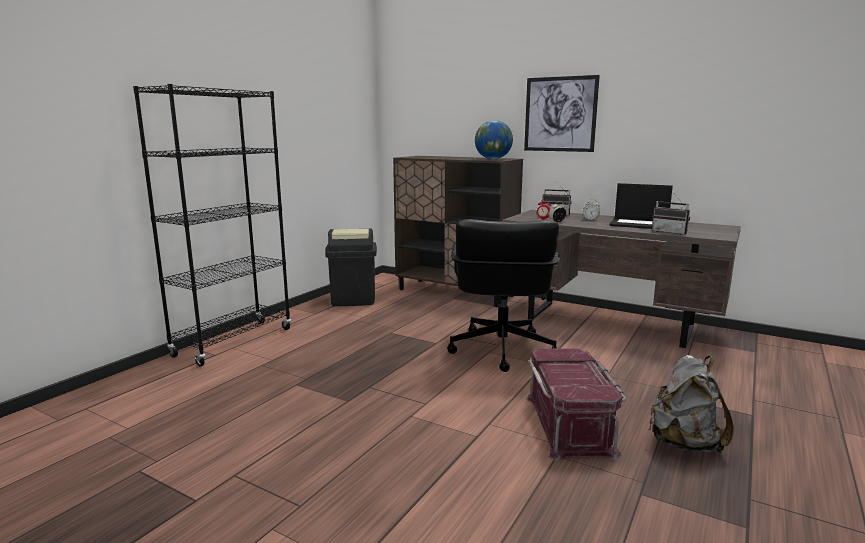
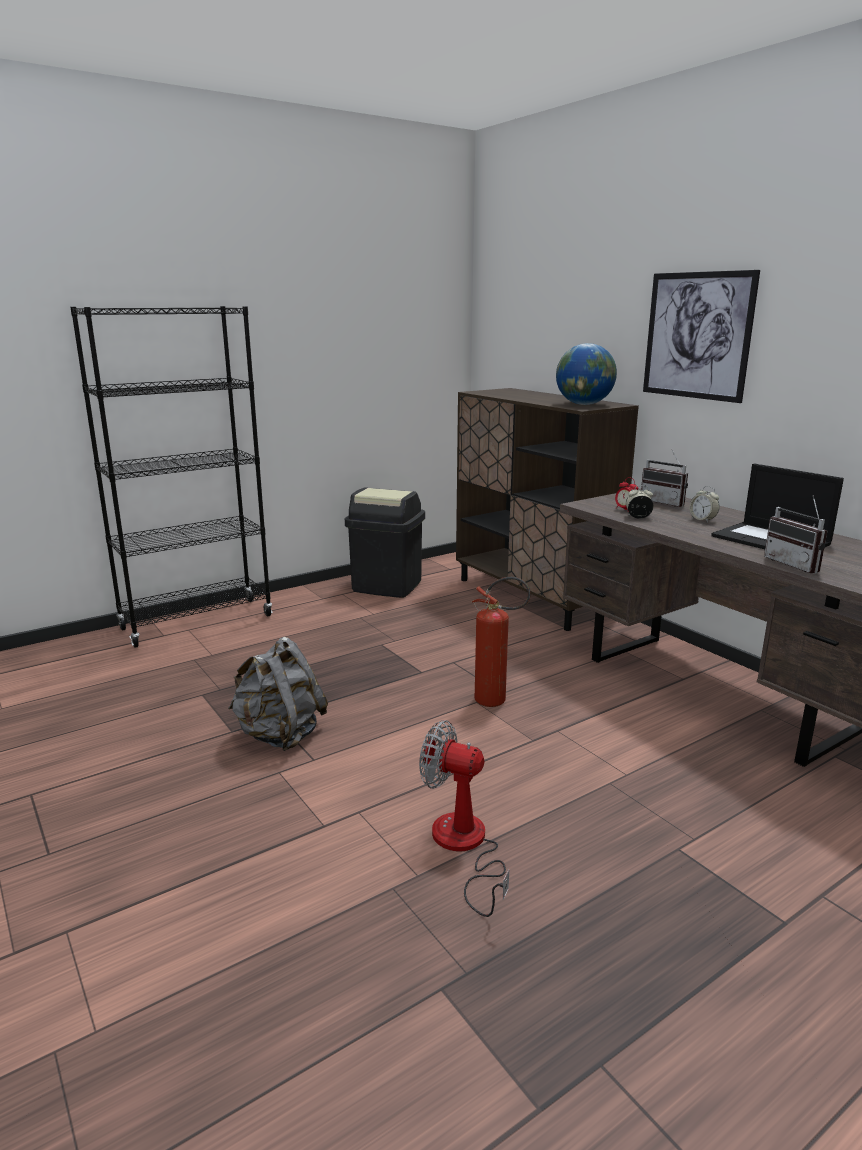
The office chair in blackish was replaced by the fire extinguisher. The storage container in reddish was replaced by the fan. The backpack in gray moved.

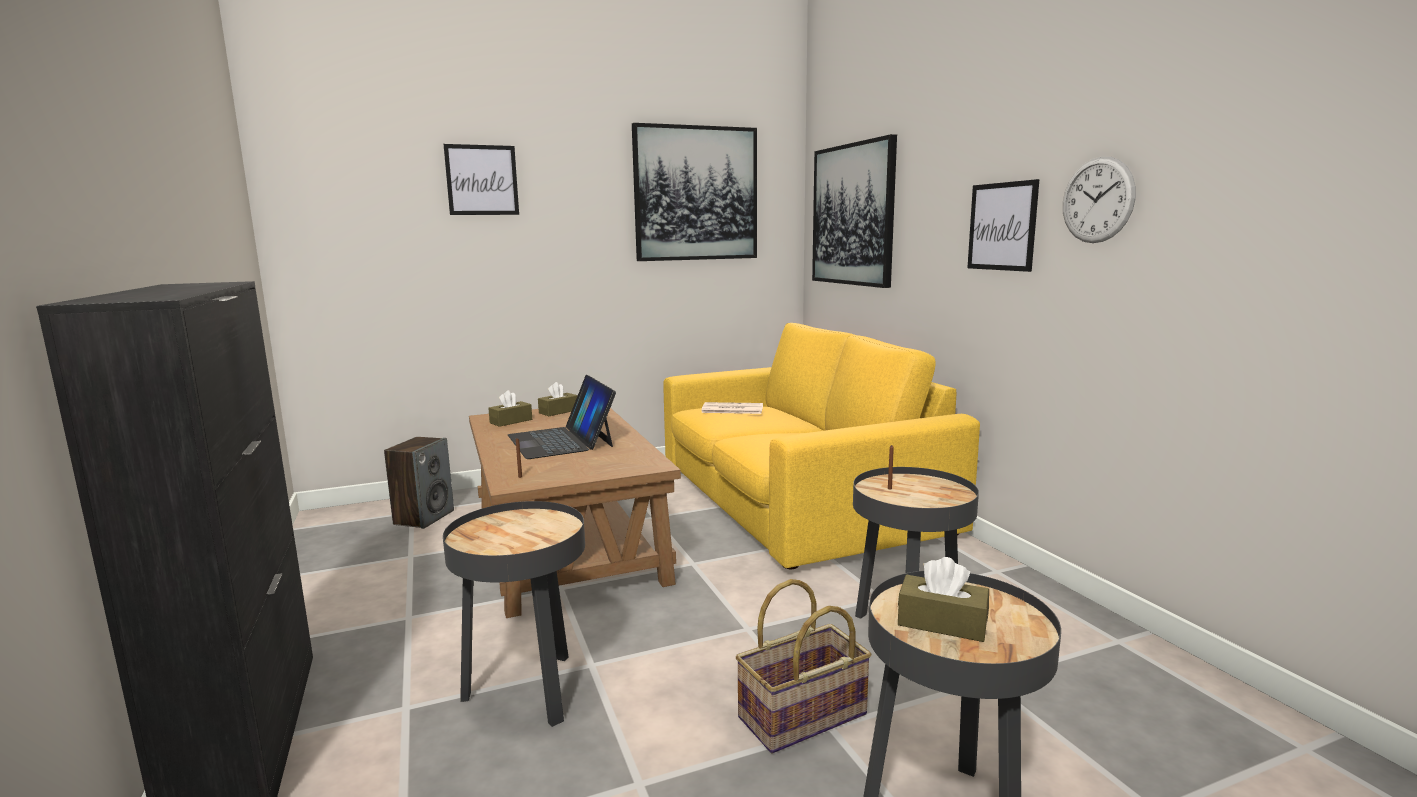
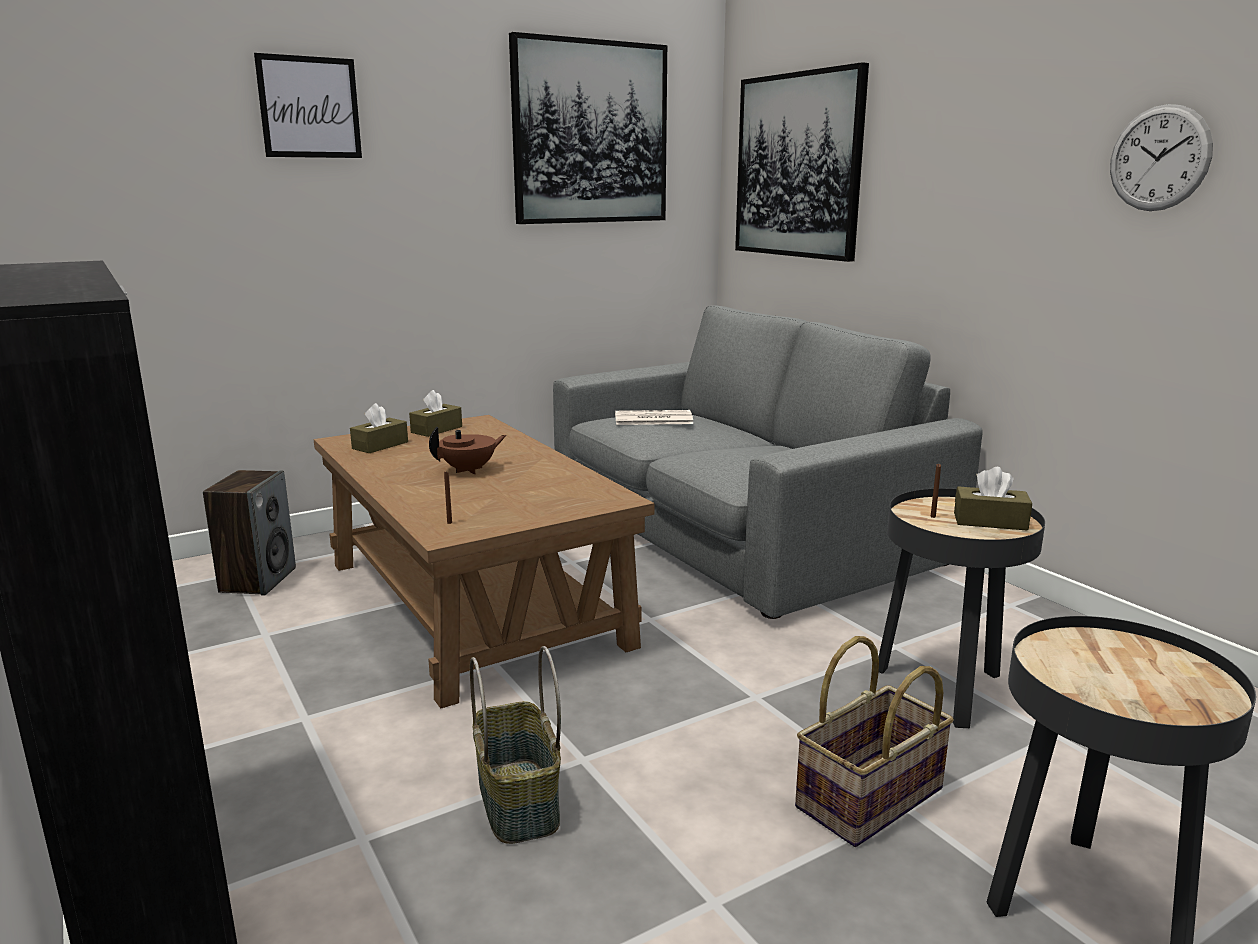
The wall picture (4th from left) disappeared. The settee in yellow-coloured became the settee in gray. The notebook computer was replaced by the tea pot in brown. The accent table in blackish (1st from left) was replaced by the basket (1st from left). The tissue box in brown (3rd from left) moved.

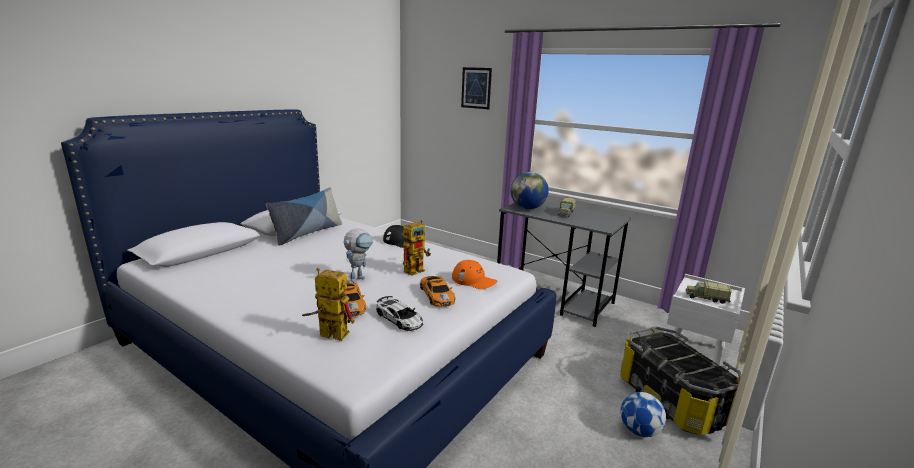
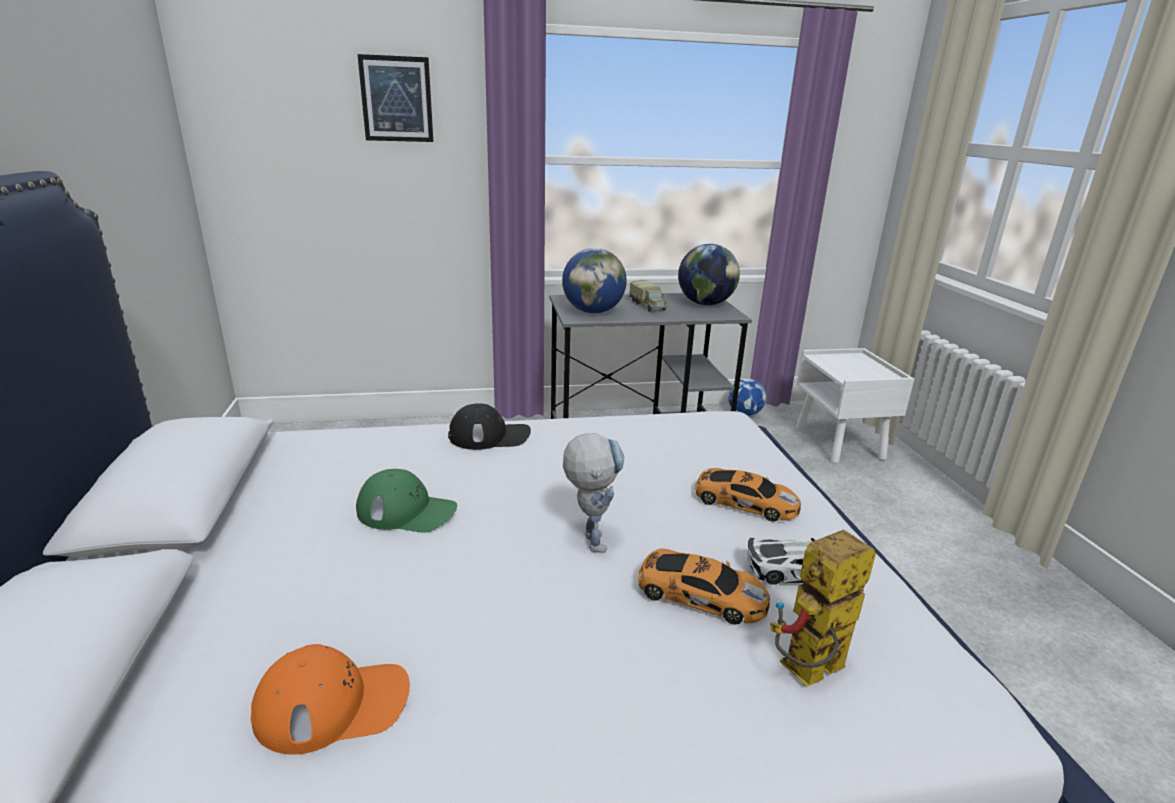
The throw pillow disappeared. The toy robot (3rd from left) disappeared. The peaked cap in orange-coloured moved. The toy truck (2nd from left) disappeared. The storage container disappeared. The football moved. The globe (2nd from left) appeared. The peaked cap in green-coloured appeared.

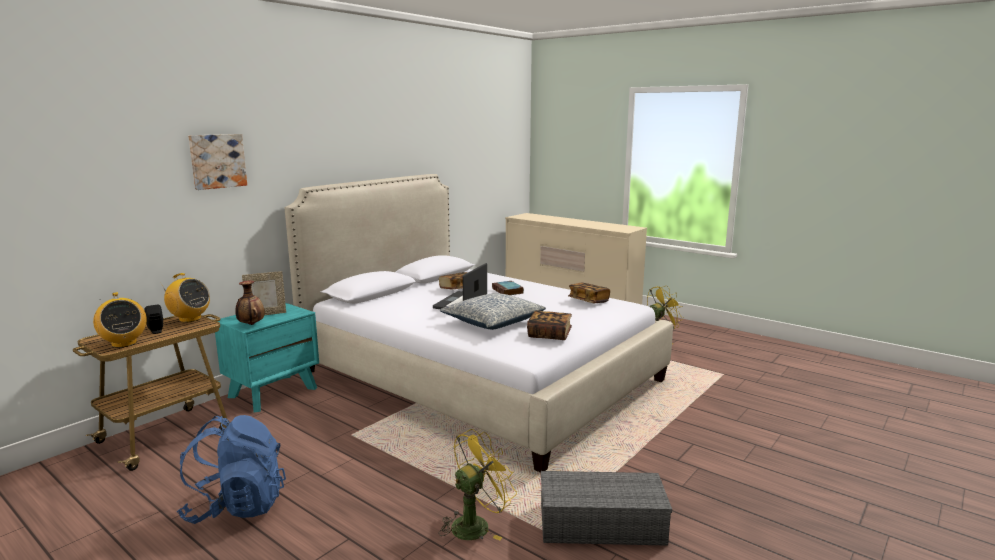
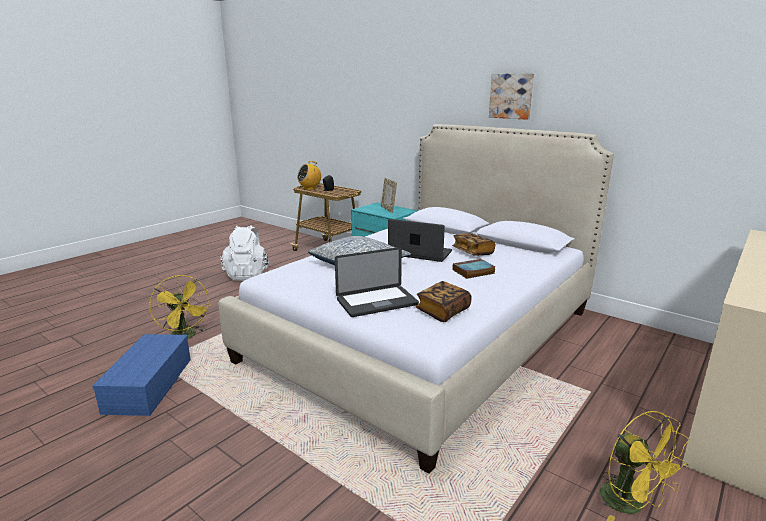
The wall picture moved. The radio set (2nd from left) disappeared. The flower vase disappeared. The volume (3rd from left) disappeared. The backpack in blue became the backpack in white. The storage container in gray became the storage container in blue. The notebook computer (1st from left) appeared.

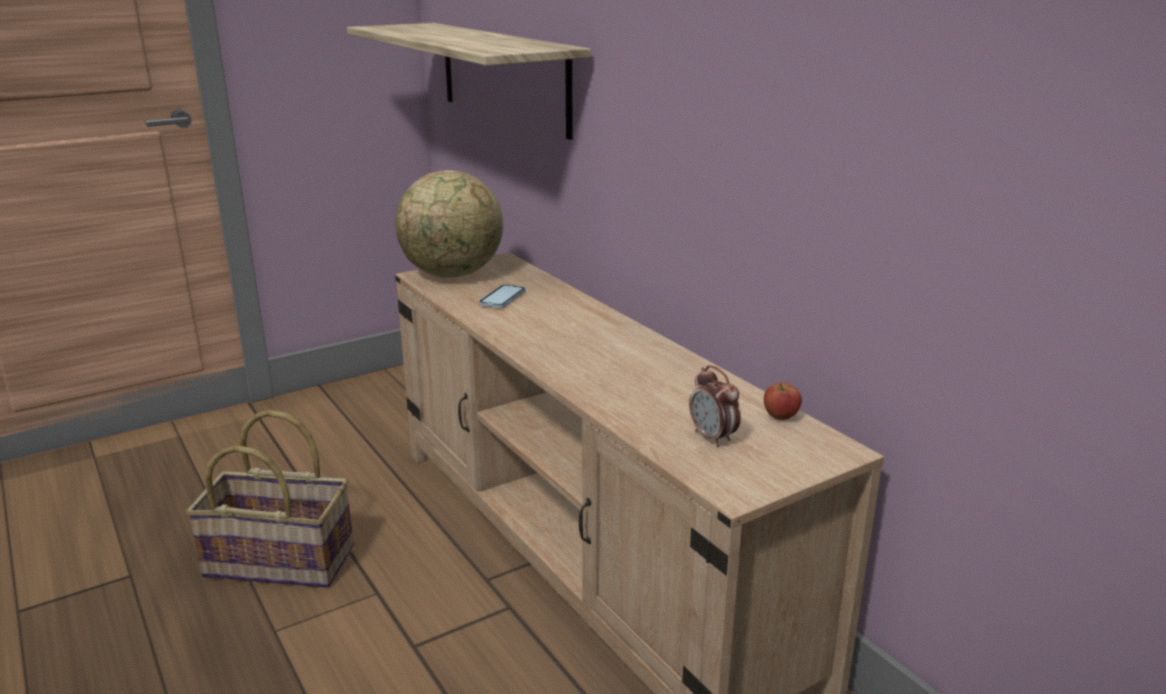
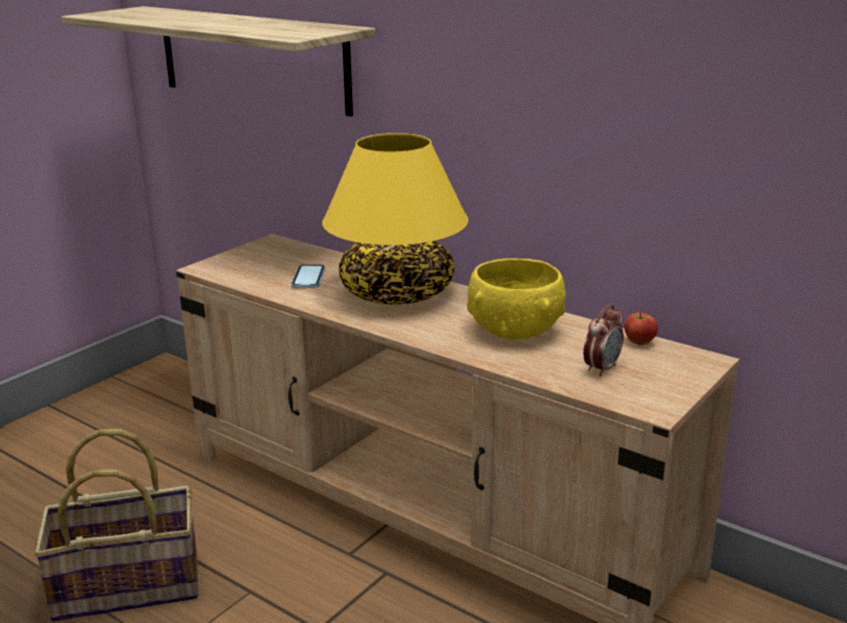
The globe disappeared. The table clock turned 90 degrees counterclockwise. The lamp for a table in yellow-coloured appeared. The bowl in yellow-coloured appeared.

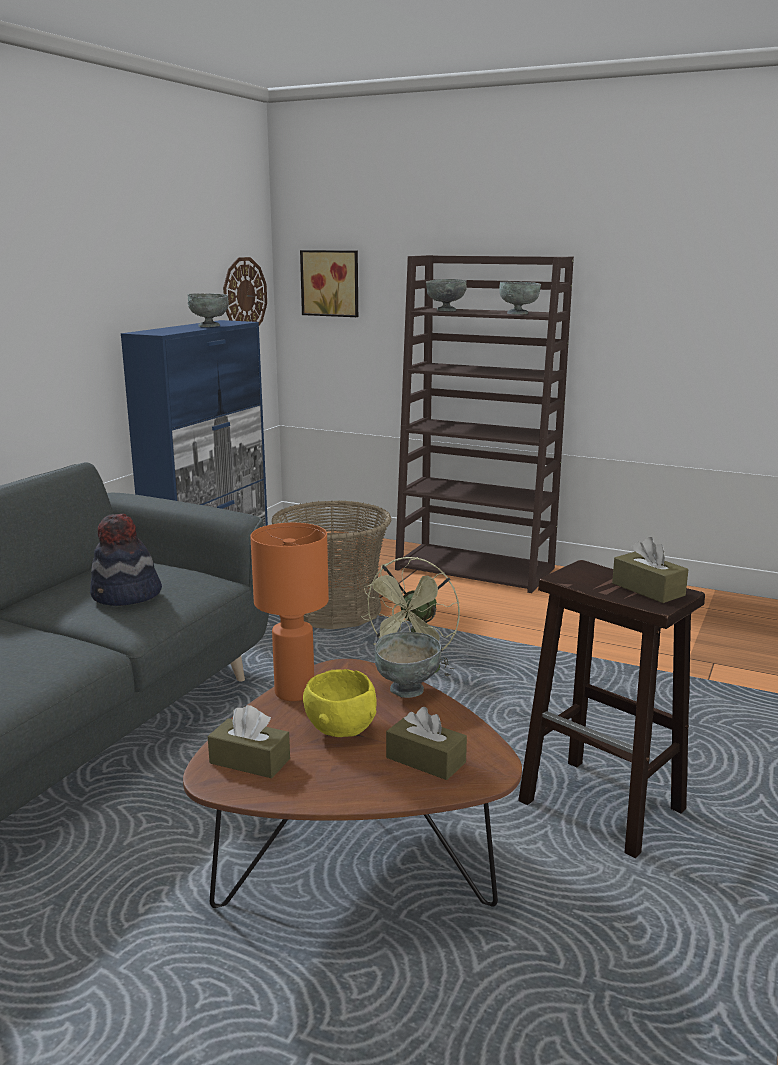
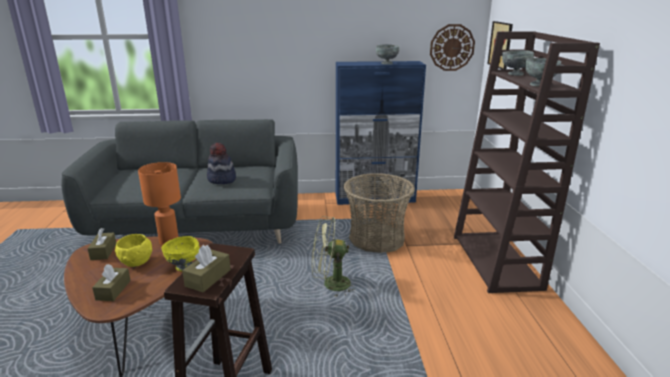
The bowl in gray (2nd from left) became the bowl in yellow-coloured (2nd from left).

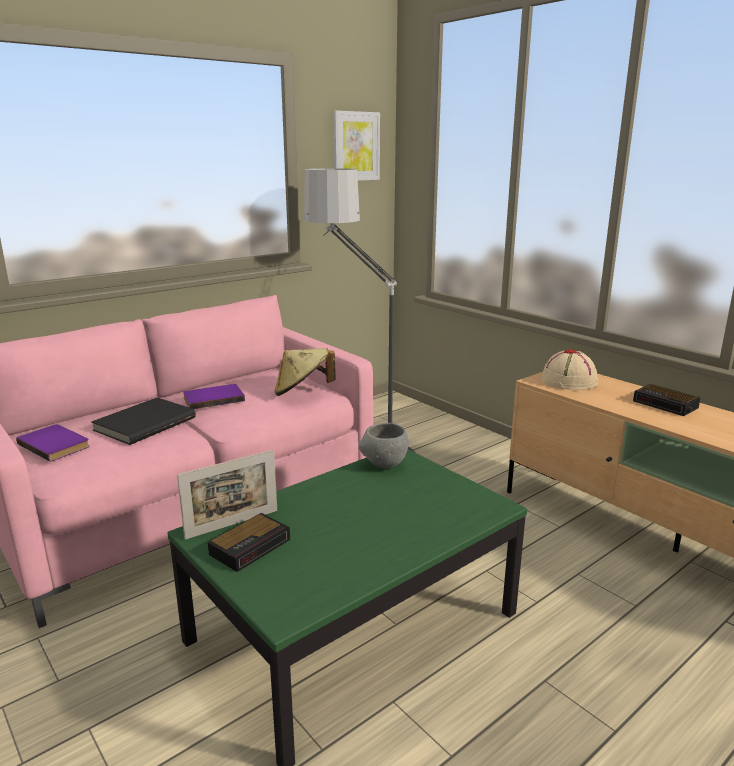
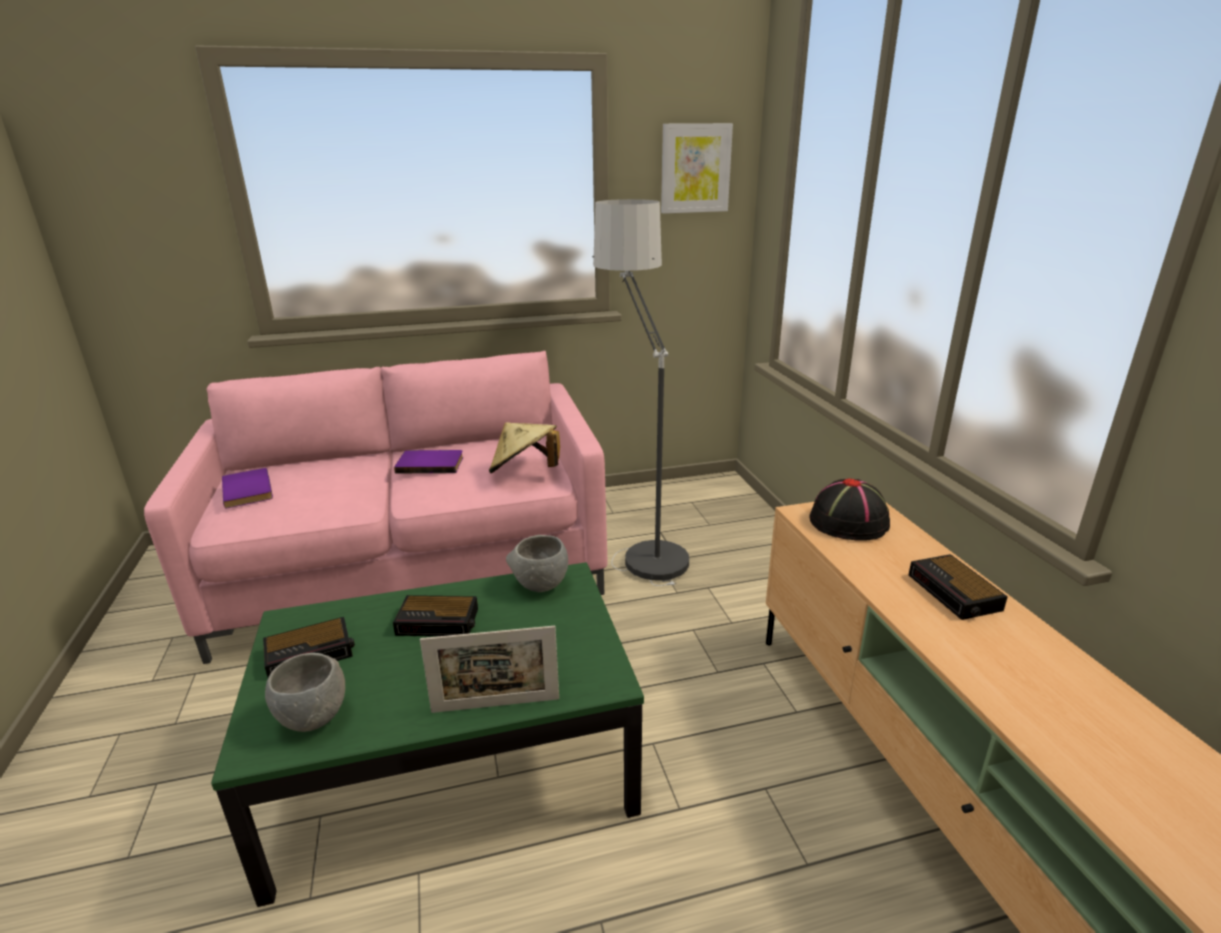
The clothing hat in sand-coloured (2nd from left) became the clothing hat in blackish. The volume in blackish disappeared. The picture frame moved. The table clock (2nd from left) appeared. The bowl in gray (1st from left) appeared.

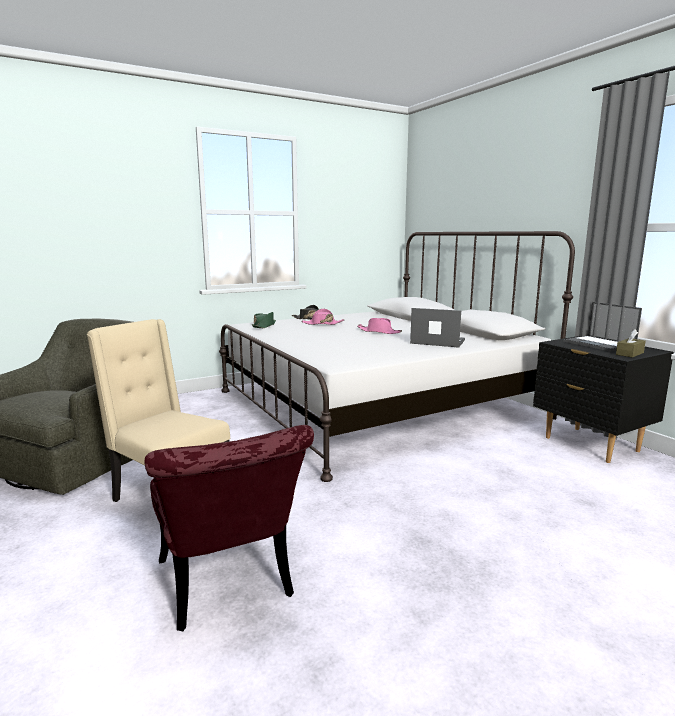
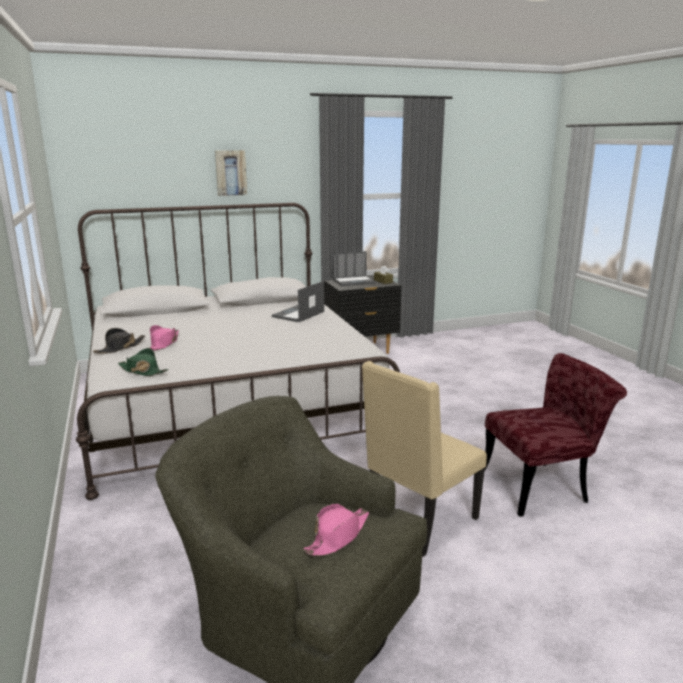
The clothing hat in pinkish (2nd from left) moved. The wall picture appeared.

